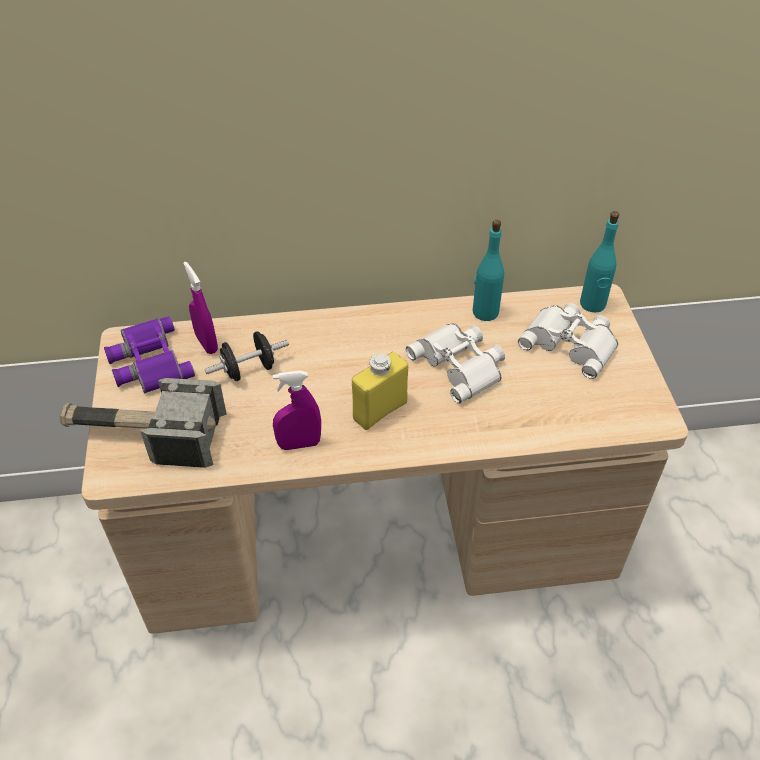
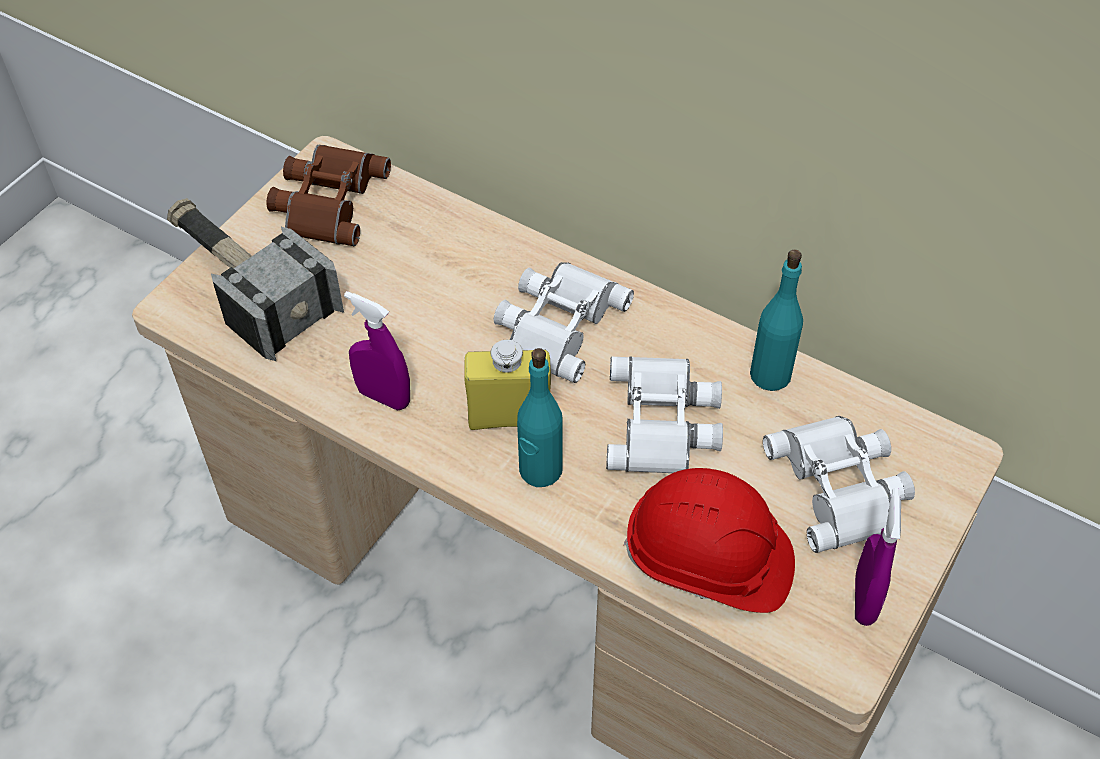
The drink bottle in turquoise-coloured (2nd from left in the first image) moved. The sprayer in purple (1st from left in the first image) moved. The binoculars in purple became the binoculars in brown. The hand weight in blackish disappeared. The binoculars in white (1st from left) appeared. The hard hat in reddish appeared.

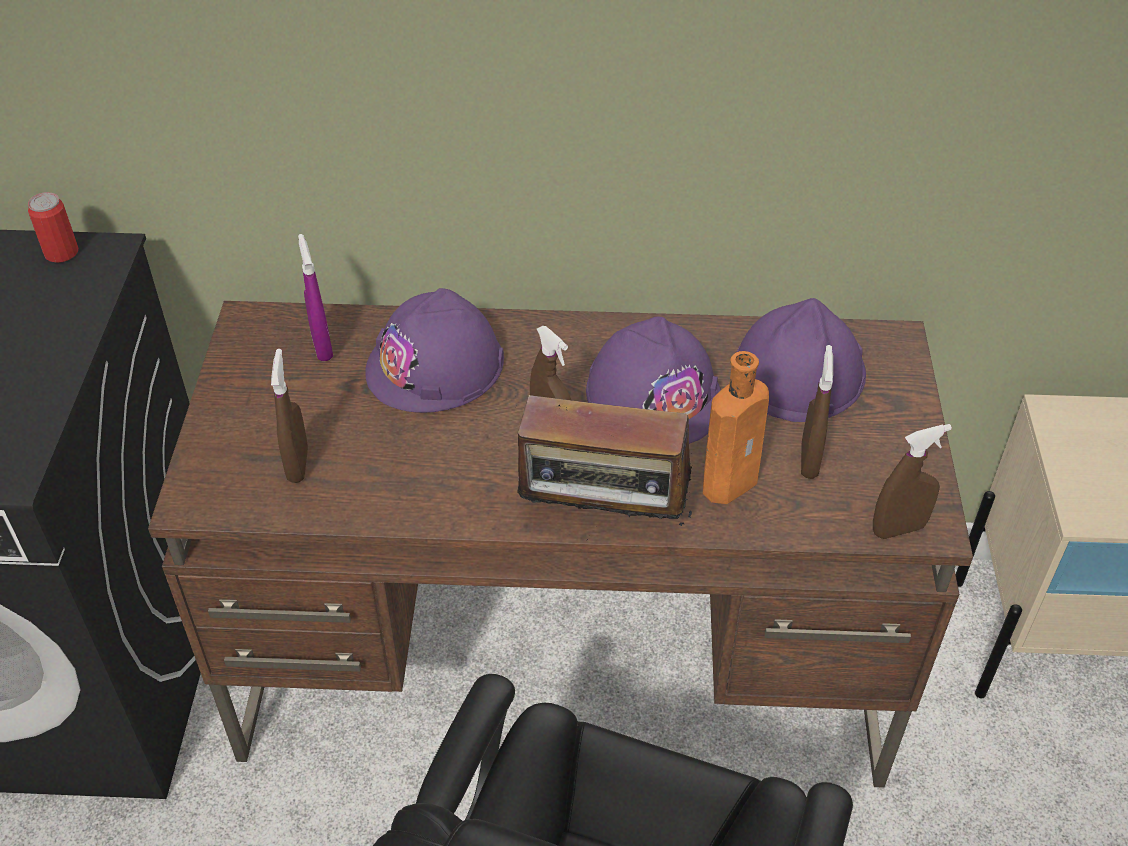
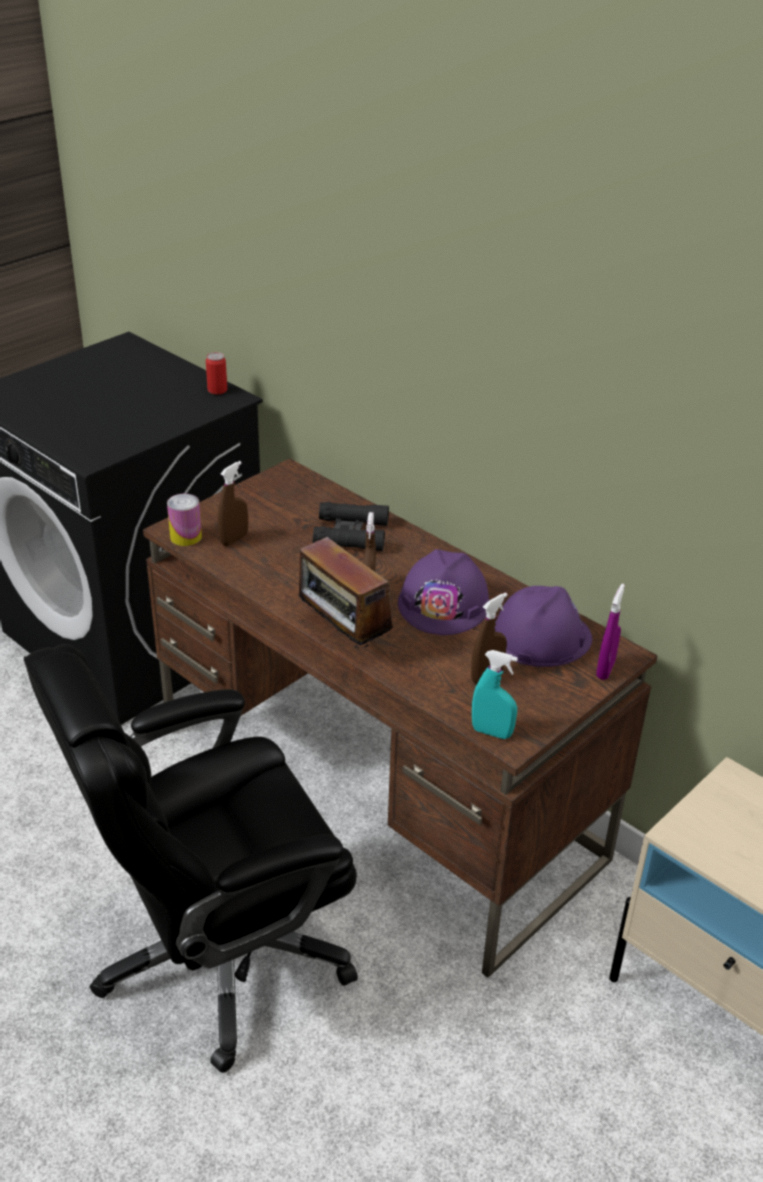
The sprayer in purple moved. The hard hat in purple (1st from left) was replaced by the binoculars in blackish. The drink bottle in orange-coloured disappeared. The sprayer in brown (4th from left) became the sprayer in turquoise-coloured. The can (1st from left) appeared.

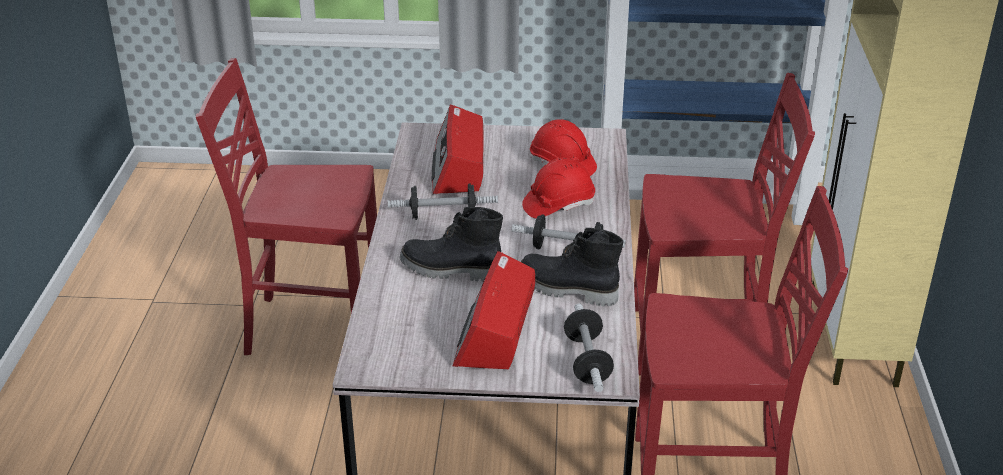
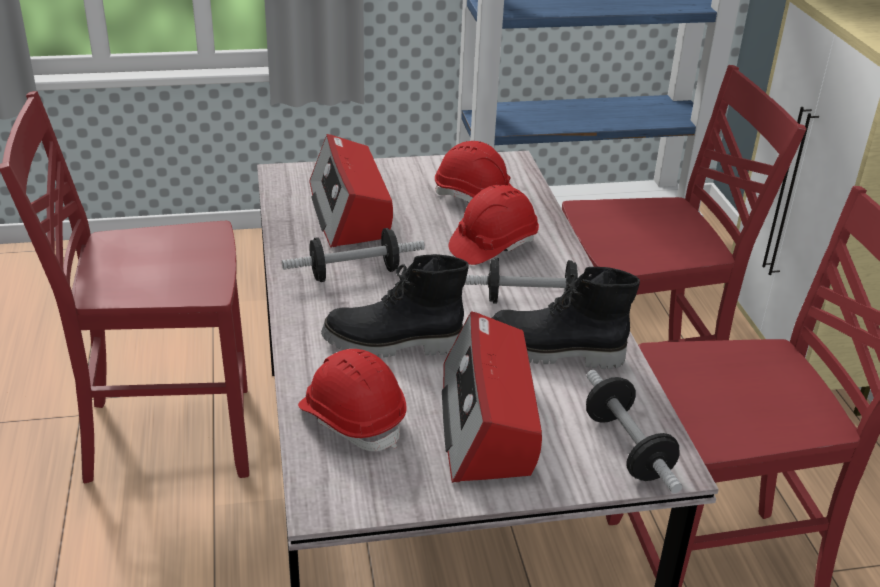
The hard hat in reddish (1st from left) appeared.

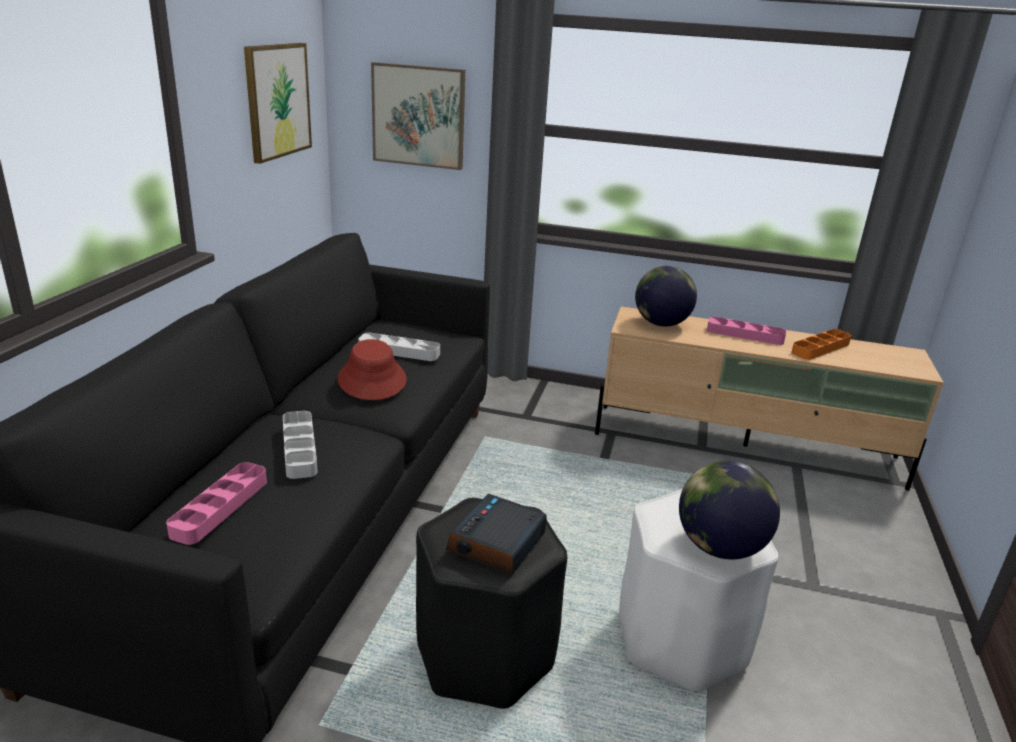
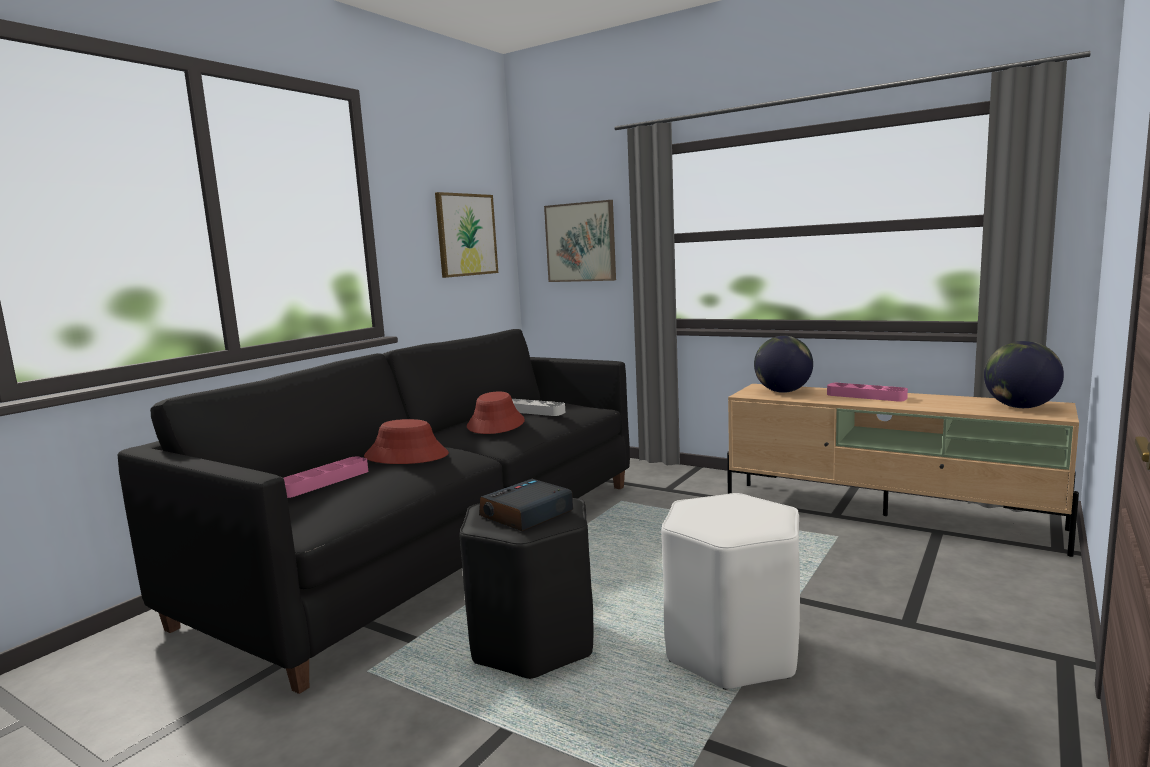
The tray in orange-coloured disappeared. The tray in gray (1st from left) was replaced by the clothing hat in reddish (1st from left). The globe (2nd from left) moved.

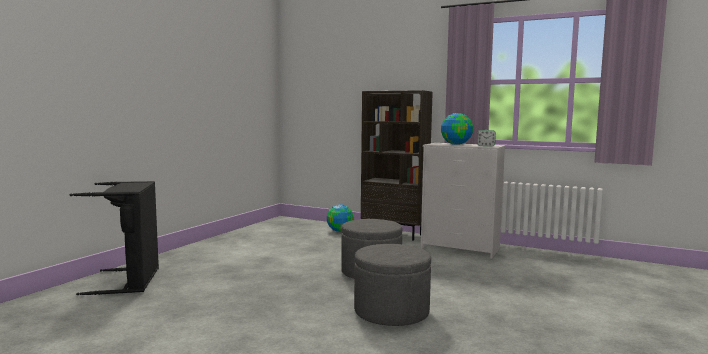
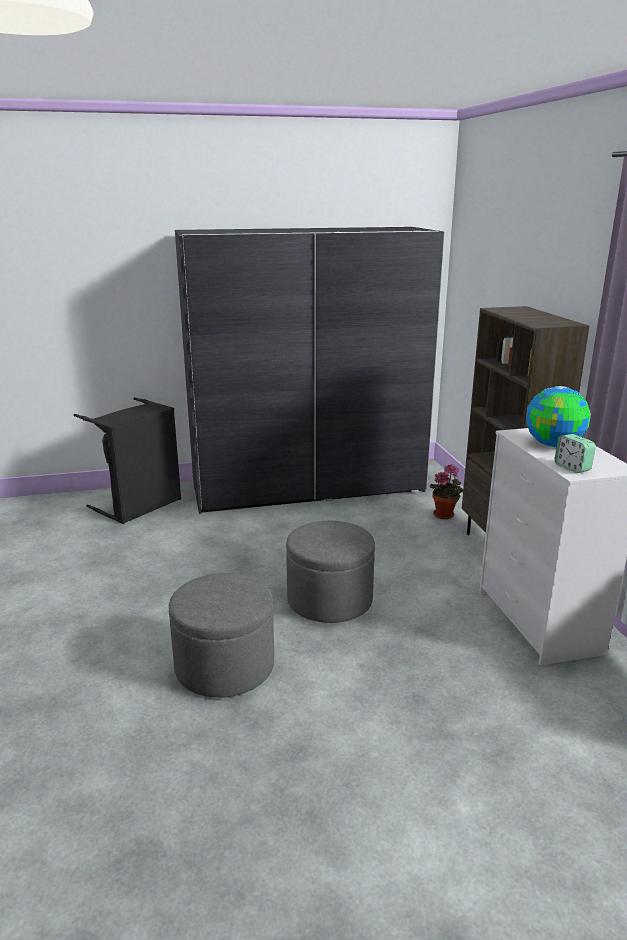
The globe (1st from left) was replaced by the plant in a pot. The armoire in gray appeared.

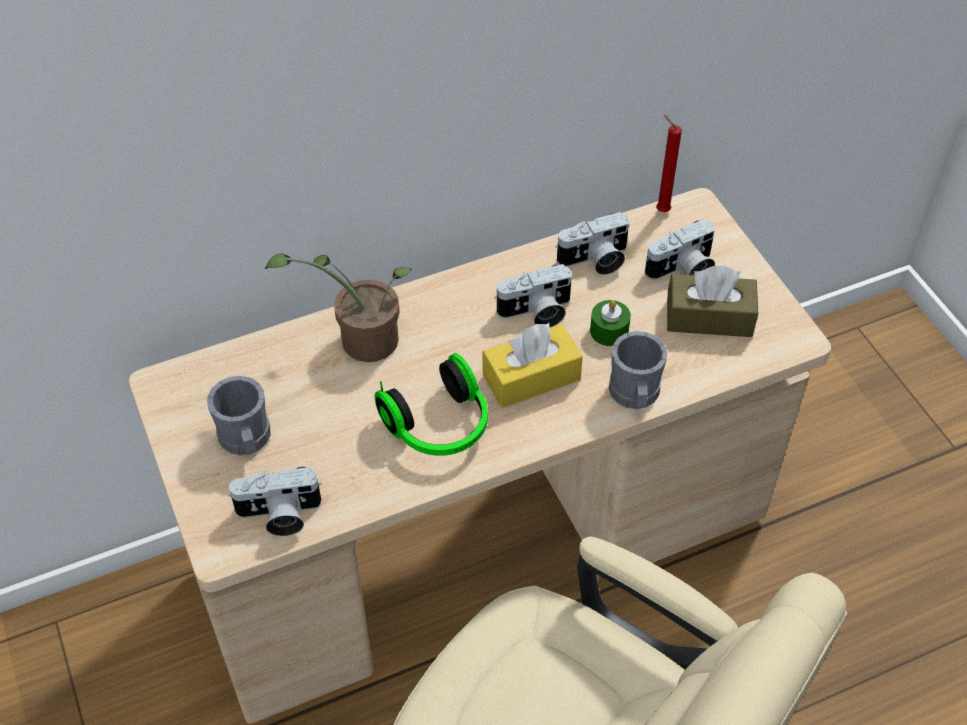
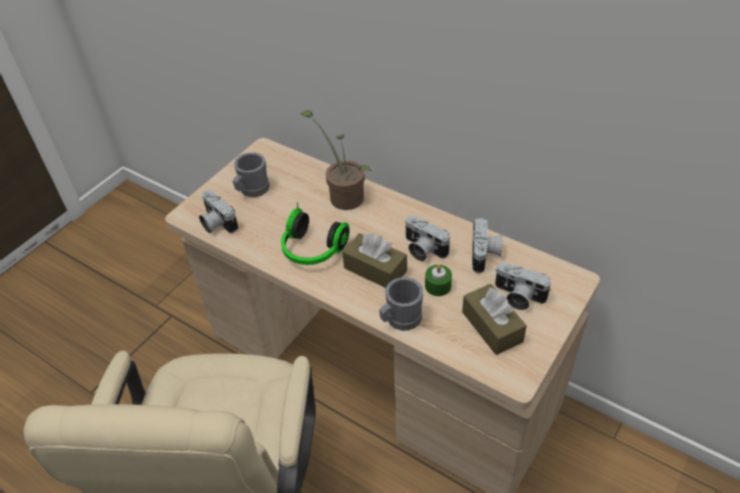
The wax light in reddish disappeared. The photo camera (3rd from left) turned 120 degrees counterclockwise. The tissue box in yellow-coloured became the tissue box in brown (1st from left).

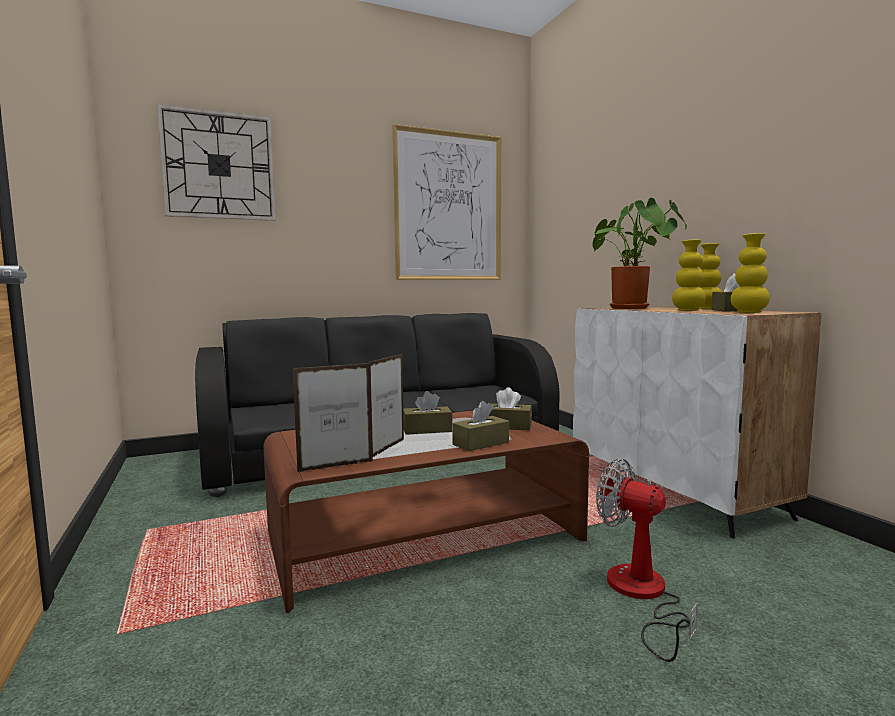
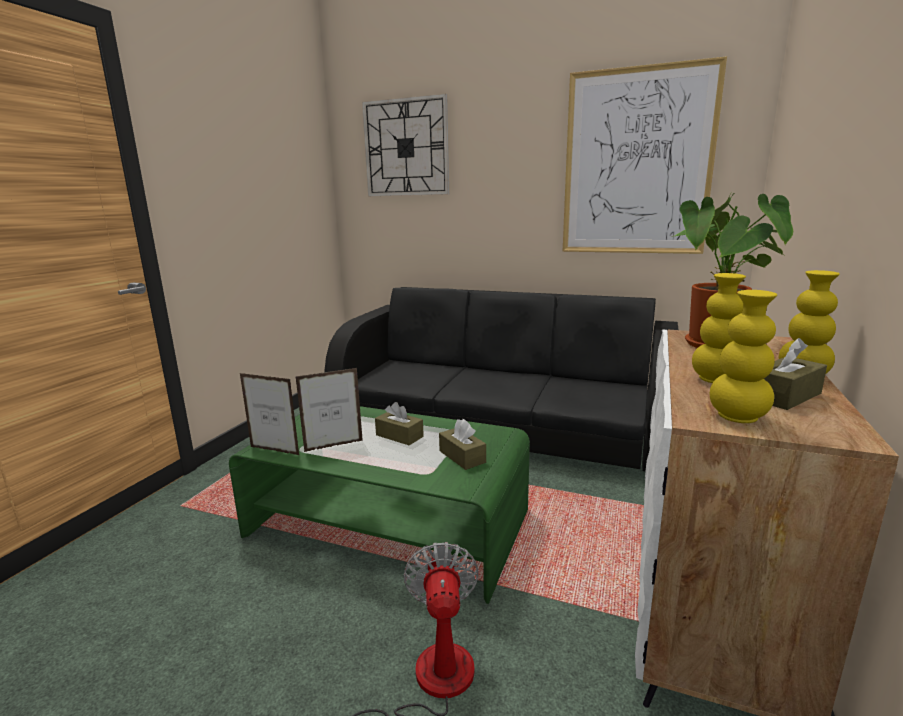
The tissue box in brown (2nd from left) disappeared. The coffee table in brown became the coffee table in green-coloured.

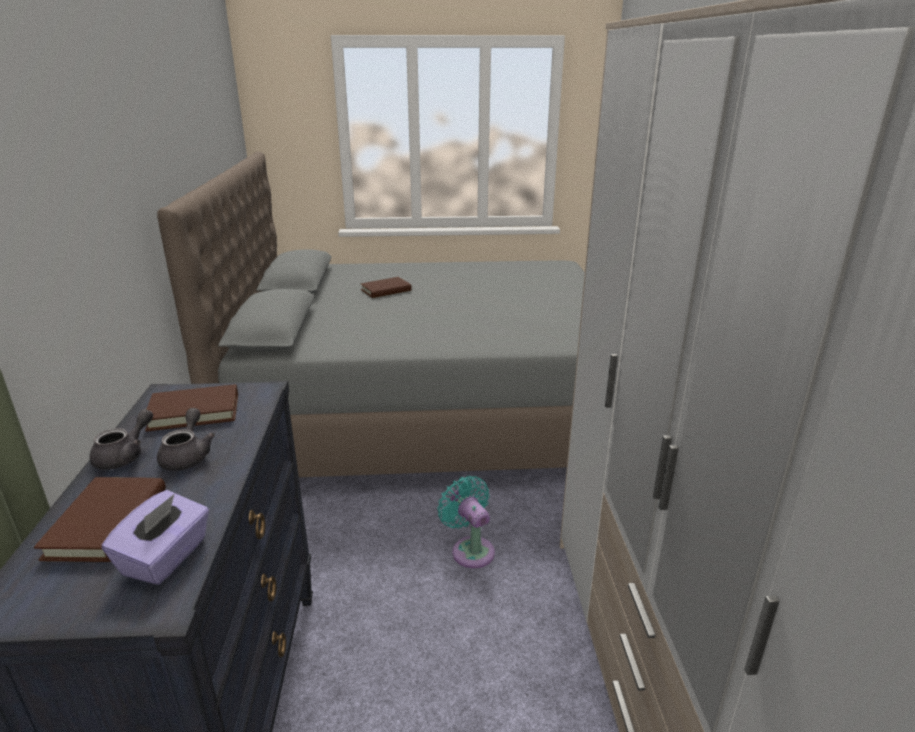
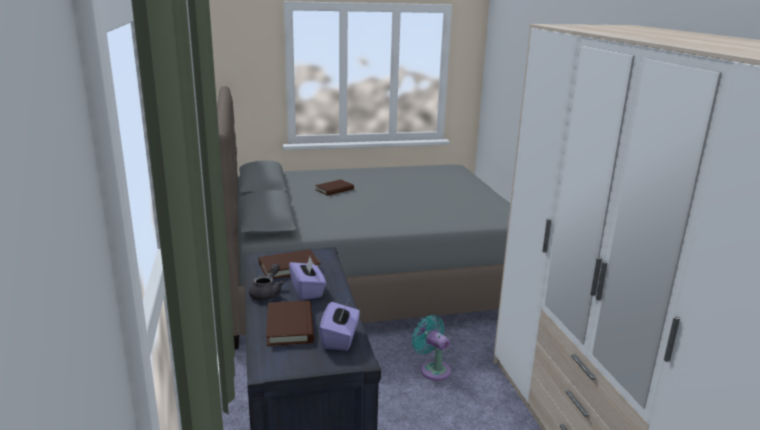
The tea pot in gray (2nd from left) was replaced by the tissue box in purple (1st from left).

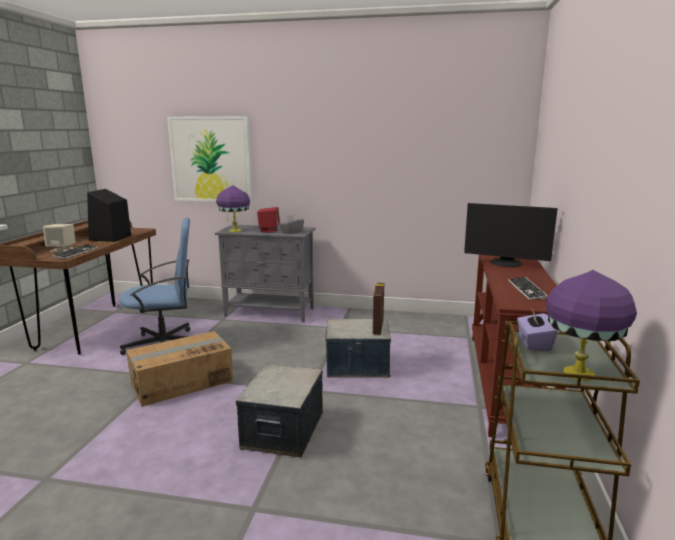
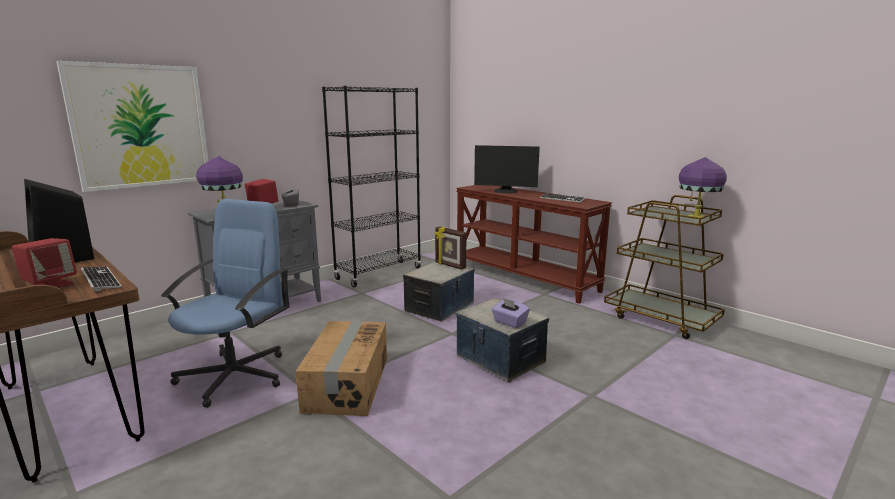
The computer screen turned 45 degrees clockwise. The loudspeaker in sand-coloured became the loudspeaker in reddish (1st from left). The tissue box in purple moved. The bookcase in blackish appeared.

